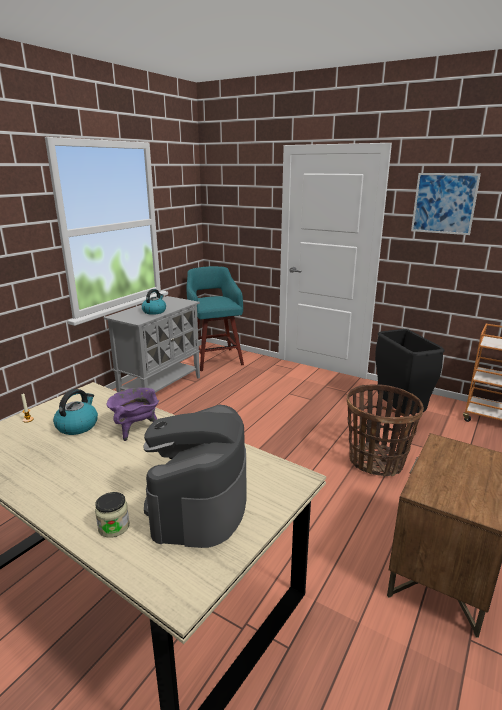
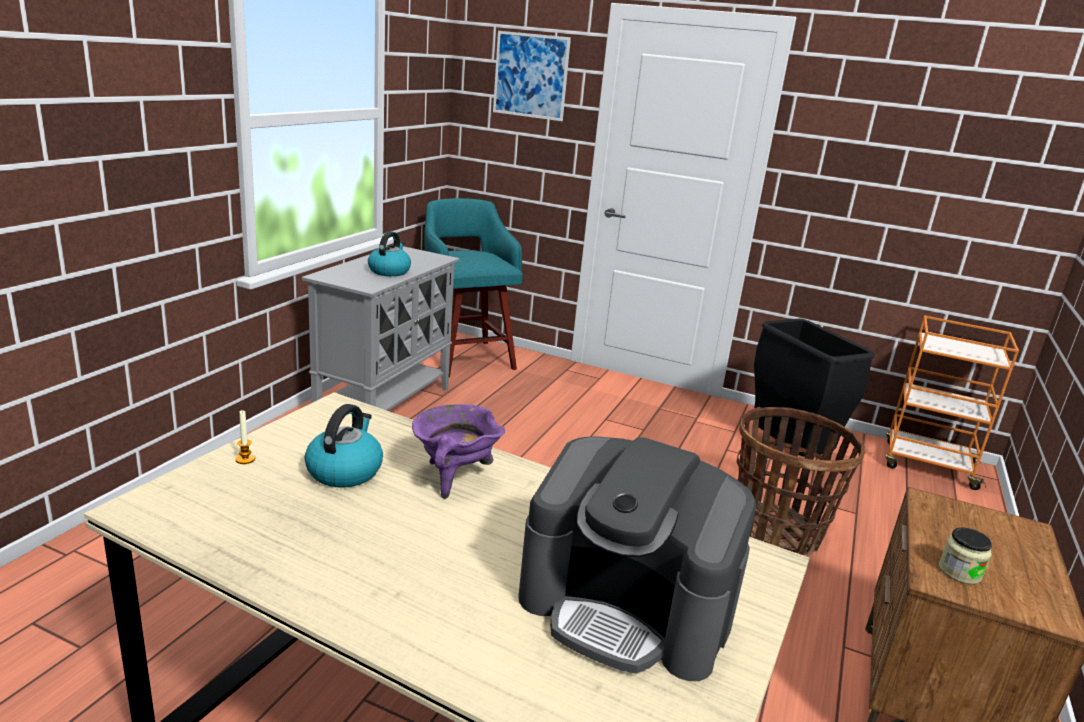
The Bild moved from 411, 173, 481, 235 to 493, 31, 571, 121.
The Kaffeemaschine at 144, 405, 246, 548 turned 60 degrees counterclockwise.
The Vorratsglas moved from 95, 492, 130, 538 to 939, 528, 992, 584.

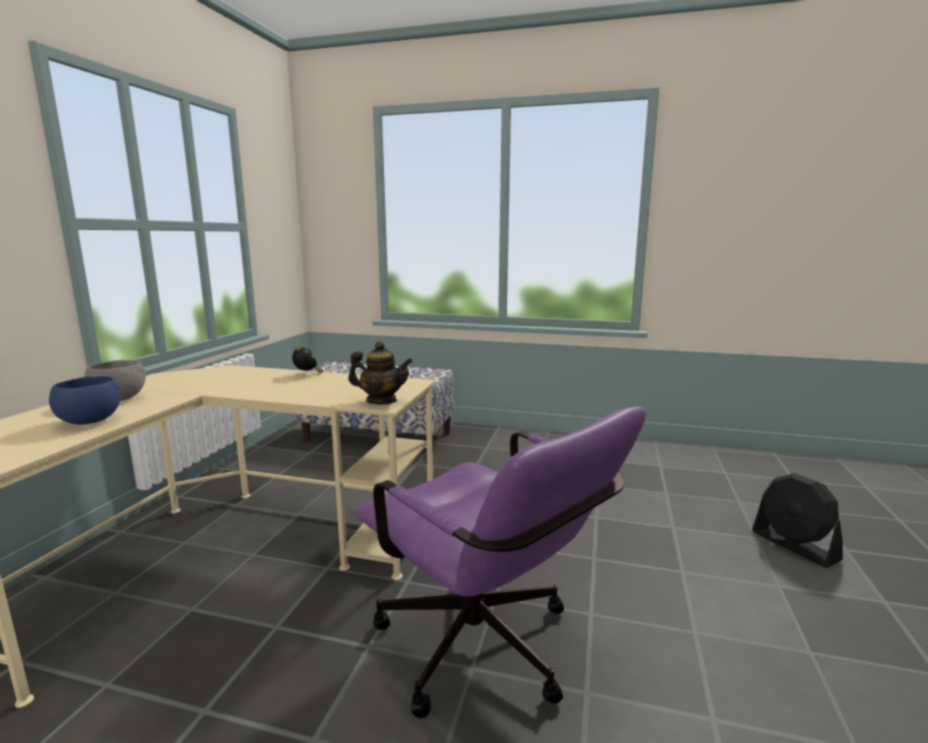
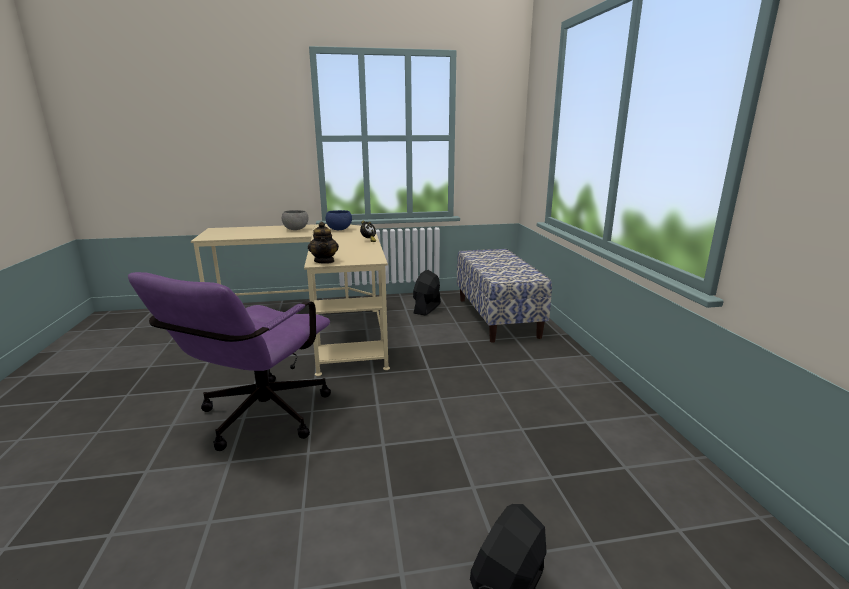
The Schüssel [blau] moved from 49, 376, 121, 425 to 326, 210, 352, 230.
The Ventilator [schwarz] at 413, 270, 441, 316 appeared.

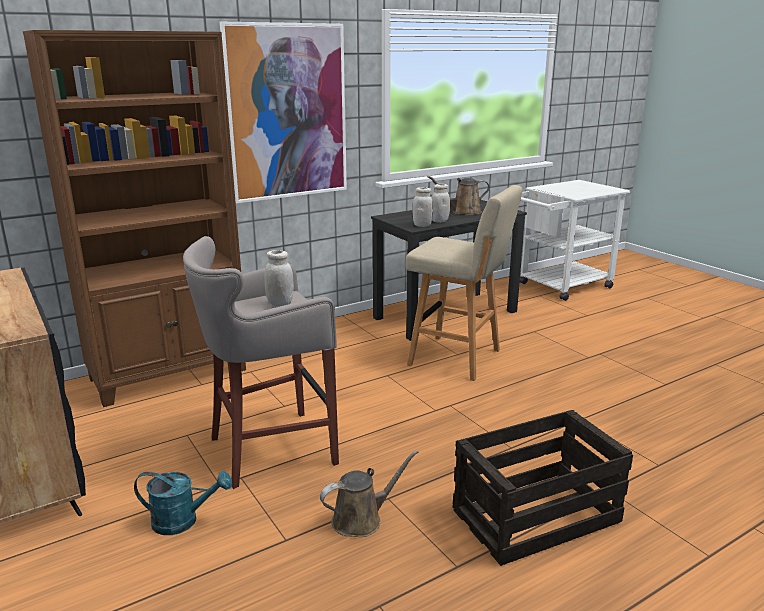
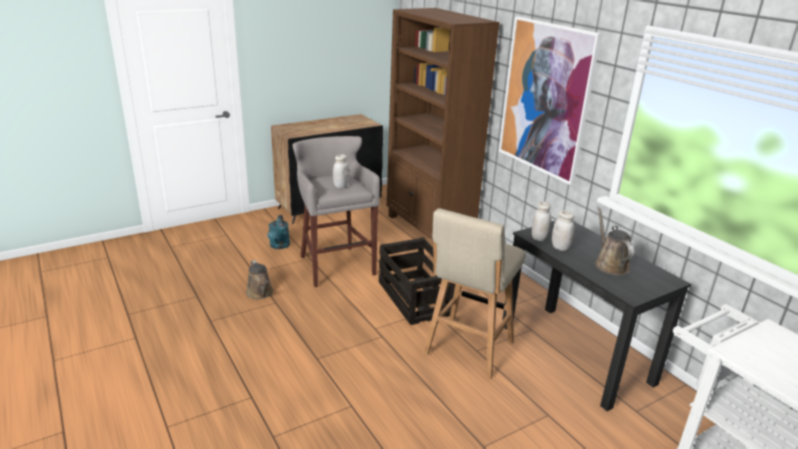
The Kiste moved from 453, 410, 633, 566 to 379, 237, 455, 325.

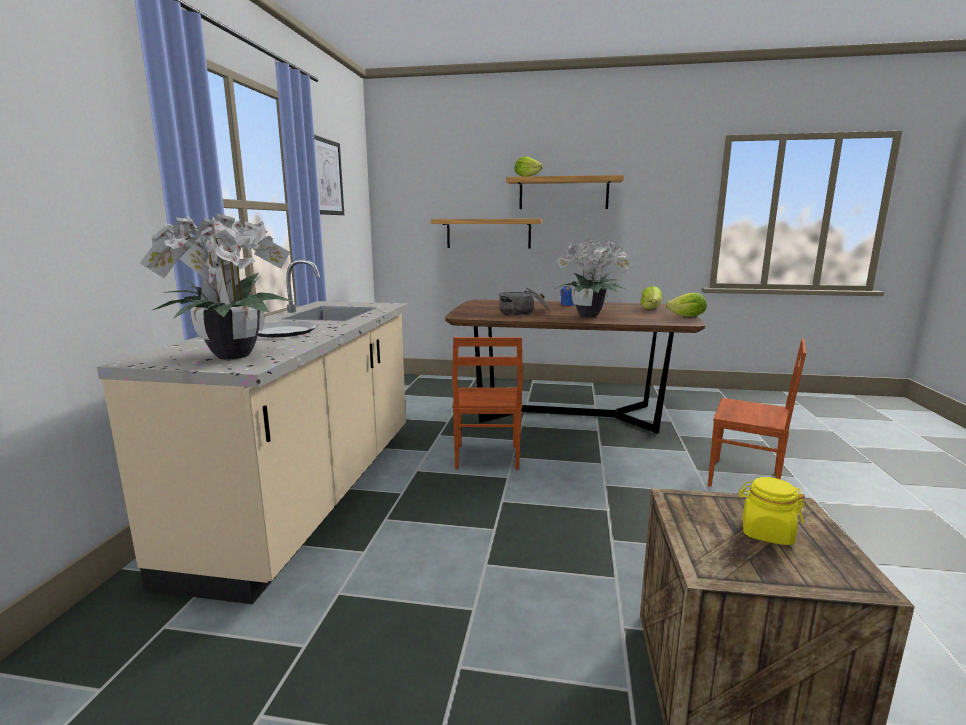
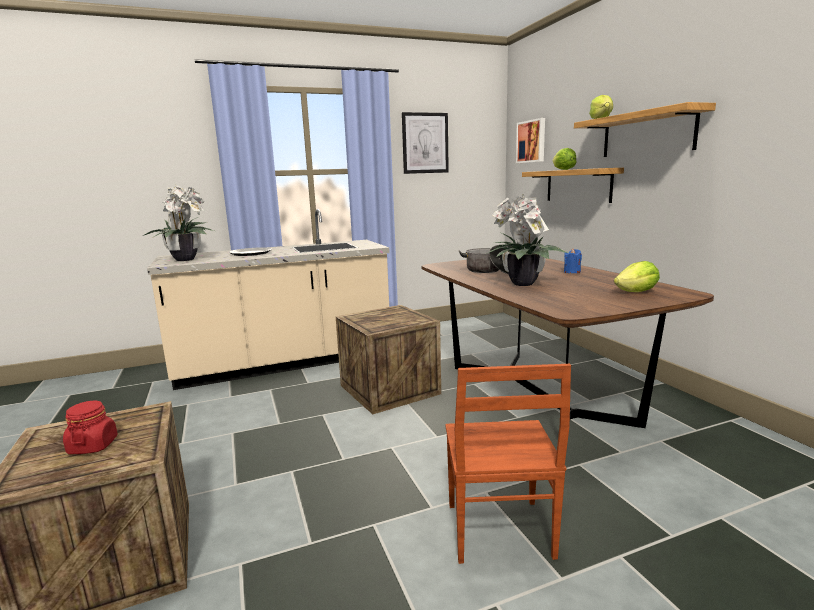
The Salatkopf moved from 666, 293, 707, 316 to 552, 148, 576, 170.
The Stuhl [braun] at 452, 337, 523, 470 was replaced by the Kiste at 336, 305, 441, 414.
The Vorratsglas [gelb] at 739, 477, 805, 545 became the Vorratsglas [rot] at 63, 401, 118, 454.
The Bild at 516, 118, 545, 163 appeared.

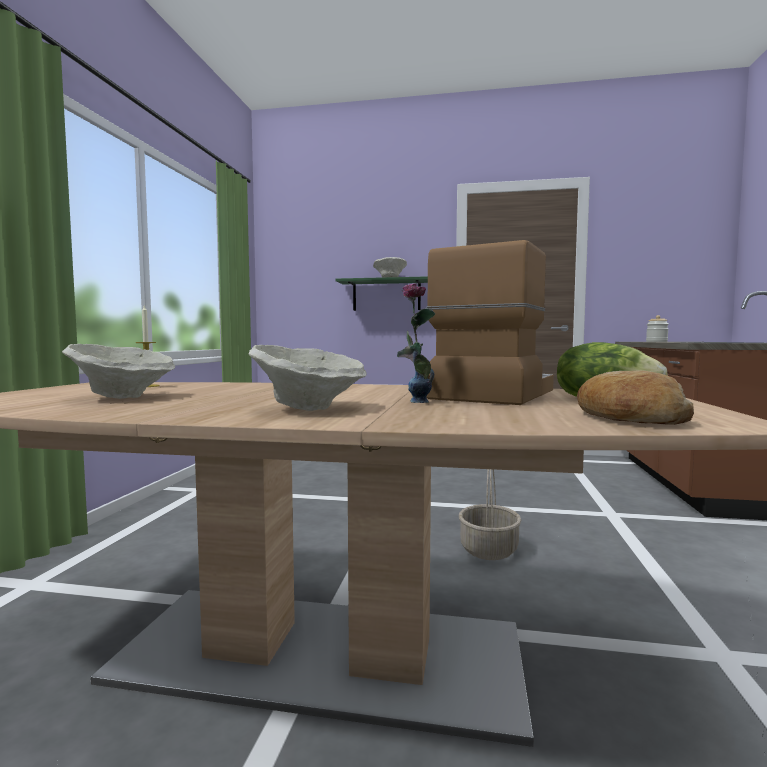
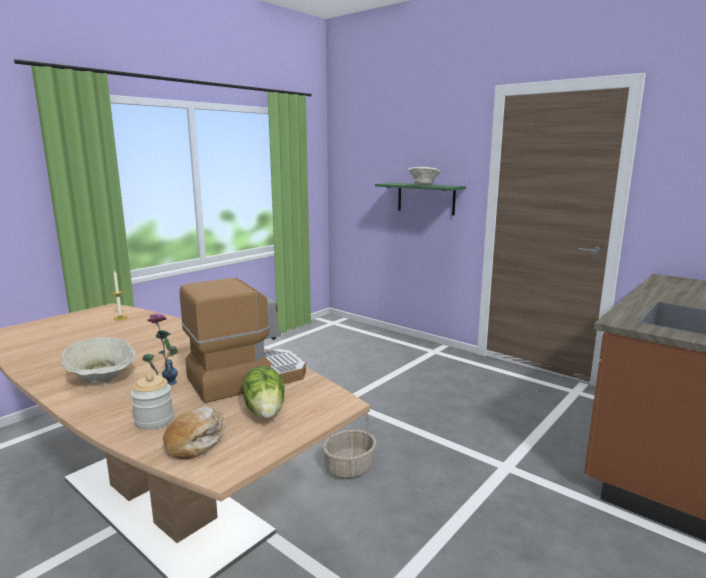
The Vorratsglas moved from 646, 315, 669, 342 to 130, 374, 174, 430.
The Schüssel [beige] at 62, 344, 175, 399 disappeared.

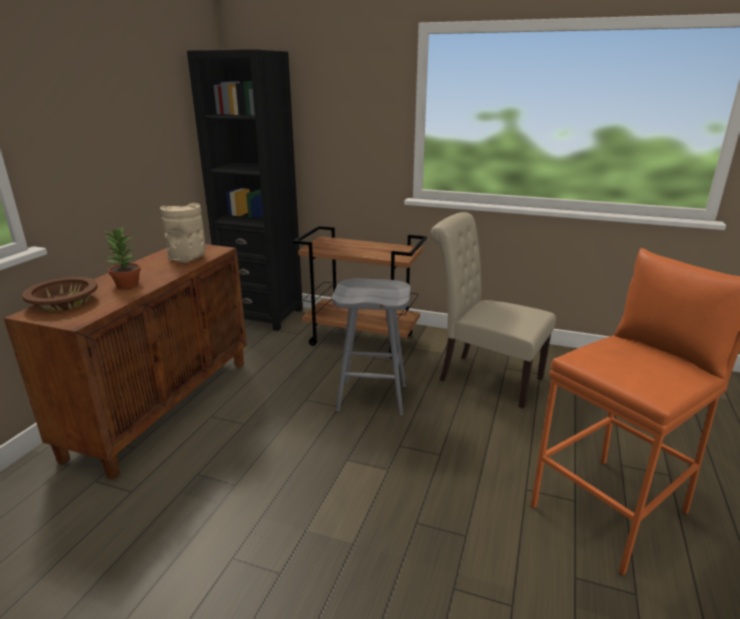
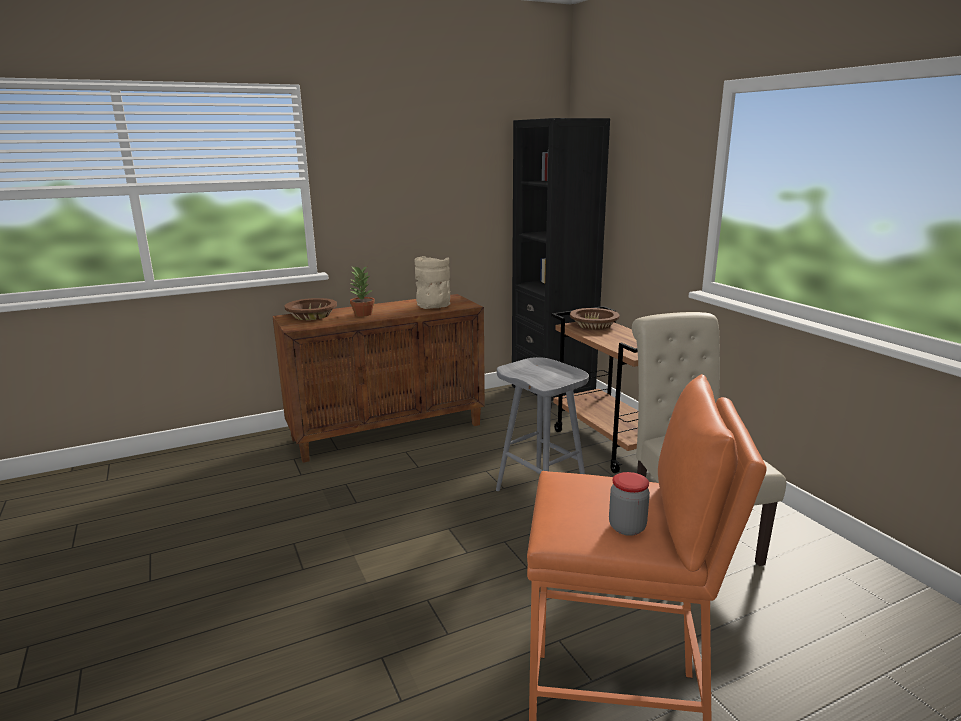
The Schüssel [braun] at 570, 308, 619, 330 appeared.
The Vorratsglas at 609, 472, 650, 536 appeared.

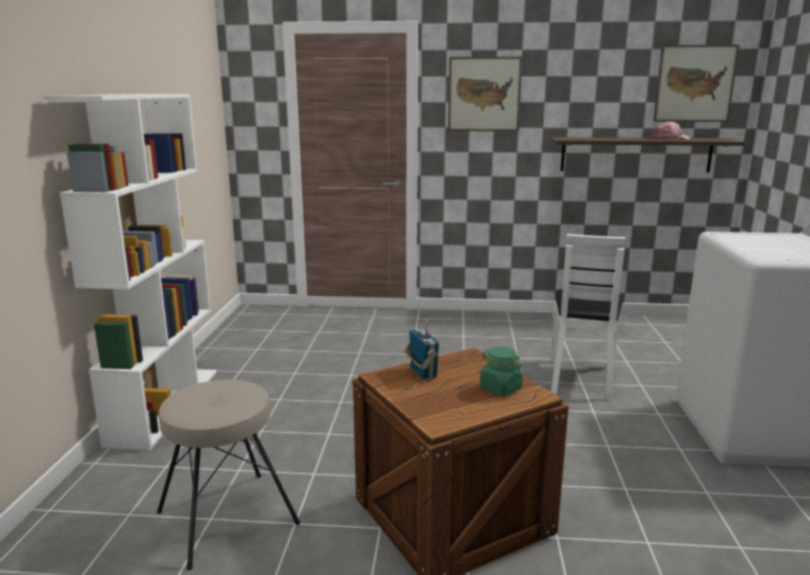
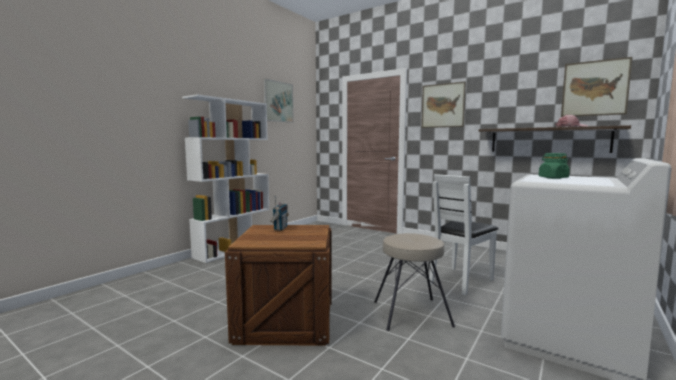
The Vorratsglas [grün] moved from 480, 347, 523, 396 to 539, 153, 570, 179.
The Hocker [beige] moved from 157, 380, 300, 570 to 374, 233, 455, 331.
The Bild at 263, 79, 294, 123 appeared.

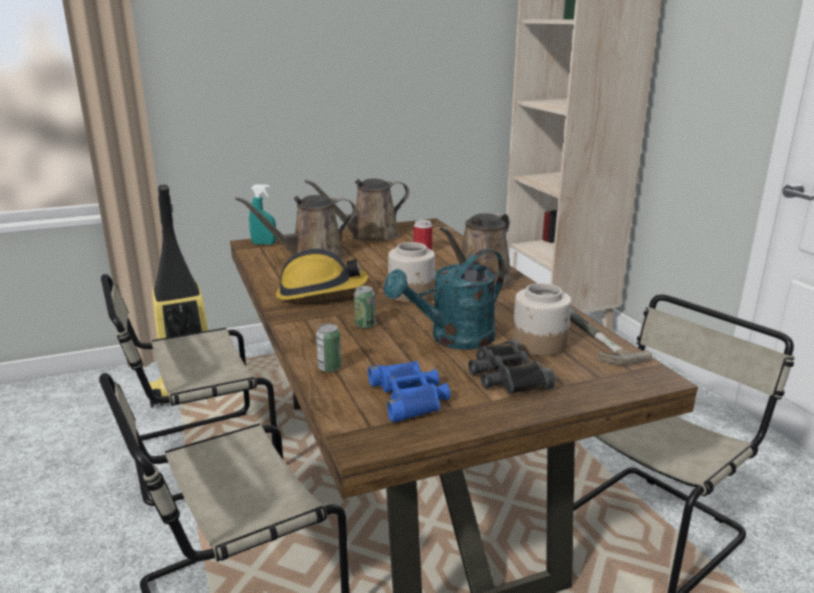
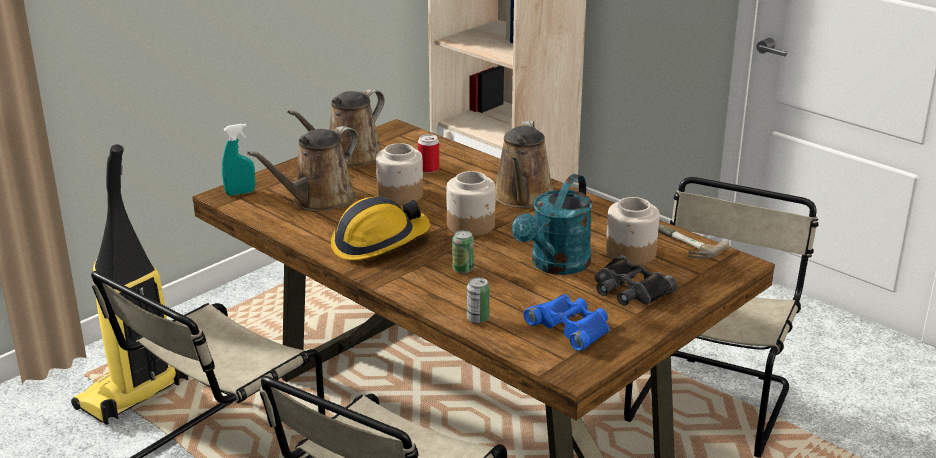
The Vorratsglas at 376, 143, 423, 205 appeared.

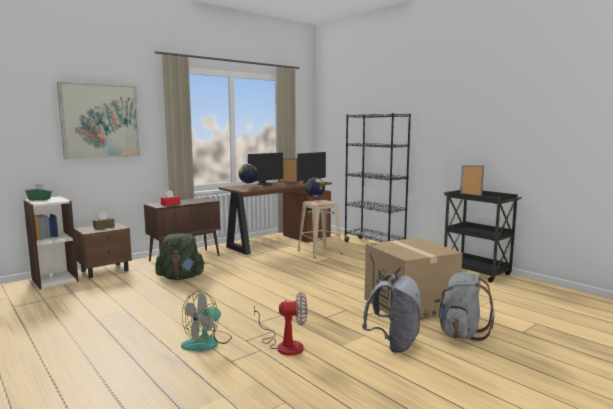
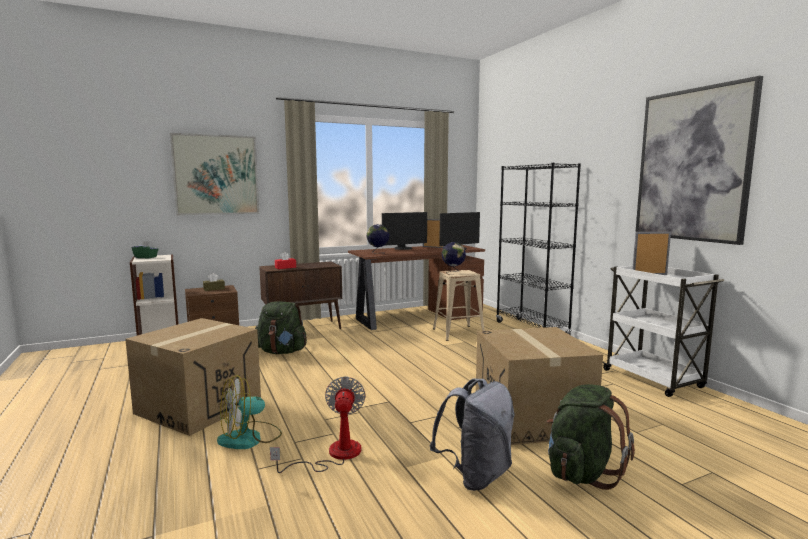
The Rollwagen [schwarz] at 443, 190, 522, 283 became the Rollwagen [weiß] at 603, 266, 724, 397.
The Rucksack [grau] at 435, 272, 495, 341 became the Rucksack [grün] at 547, 384, 635, 490.
The Ventilator at 254, 292, 307, 355 turned 105 degrees counterclockwise.
The Bild at 636, 76, 763, 245 appeared.
The Karton at 125, 318, 261, 436 appeared.

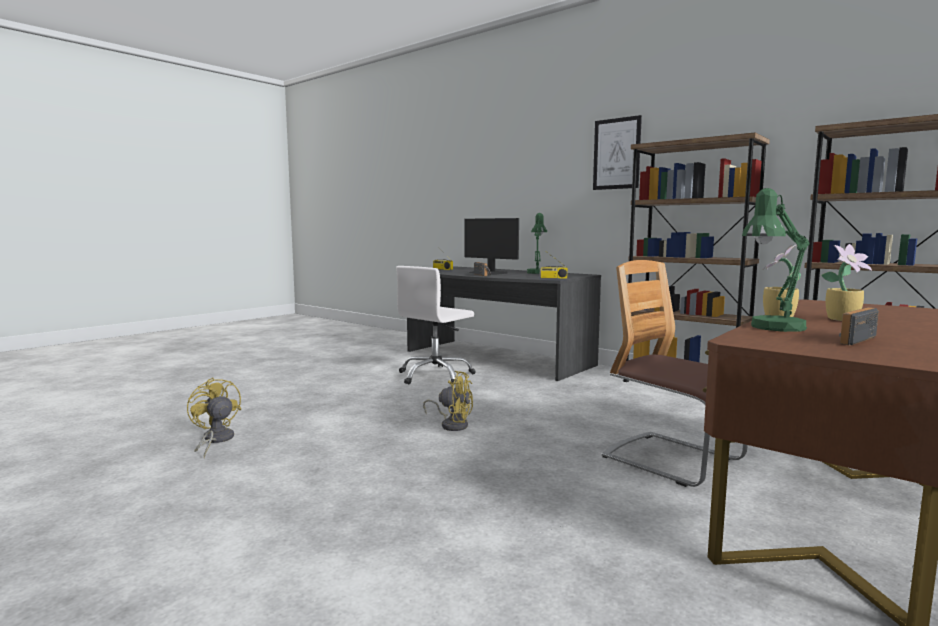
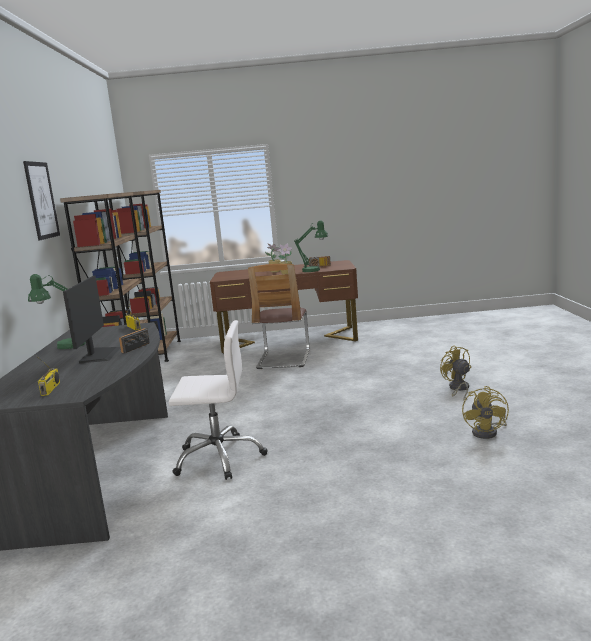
The Ventilator [gelb] moved from 423, 371, 473, 431 to 440, 346, 471, 400.

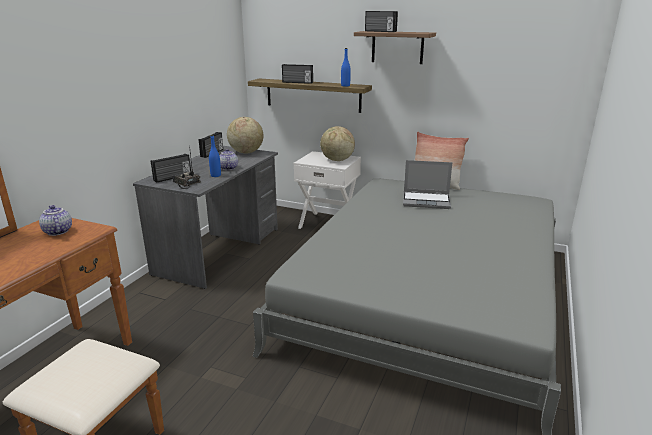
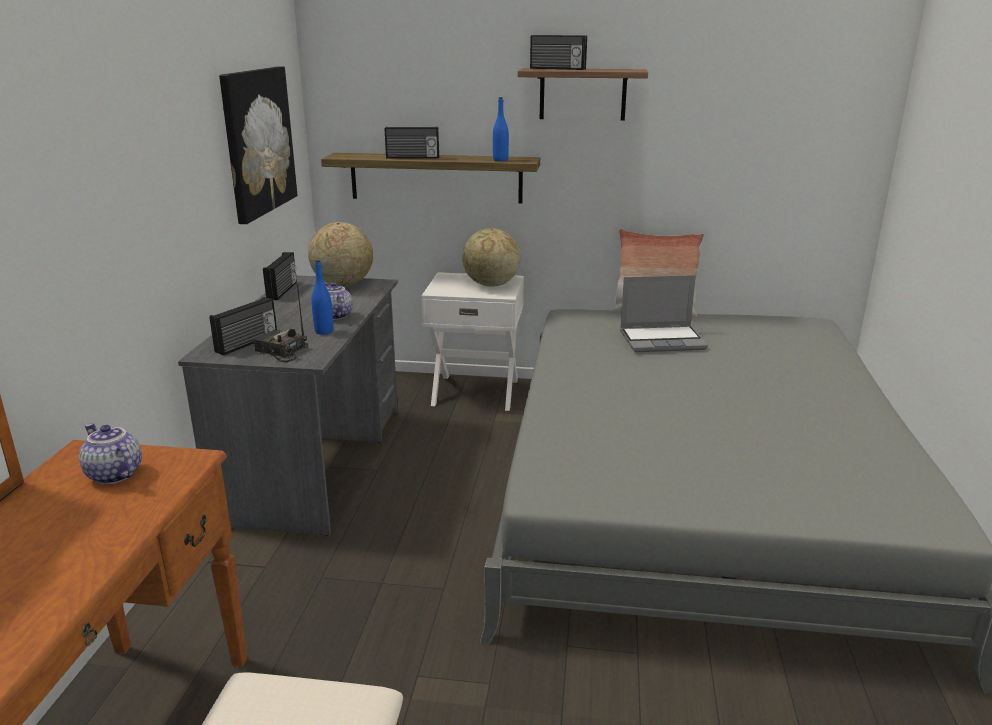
The Bild at 219, 67, 298, 224 appeared.

